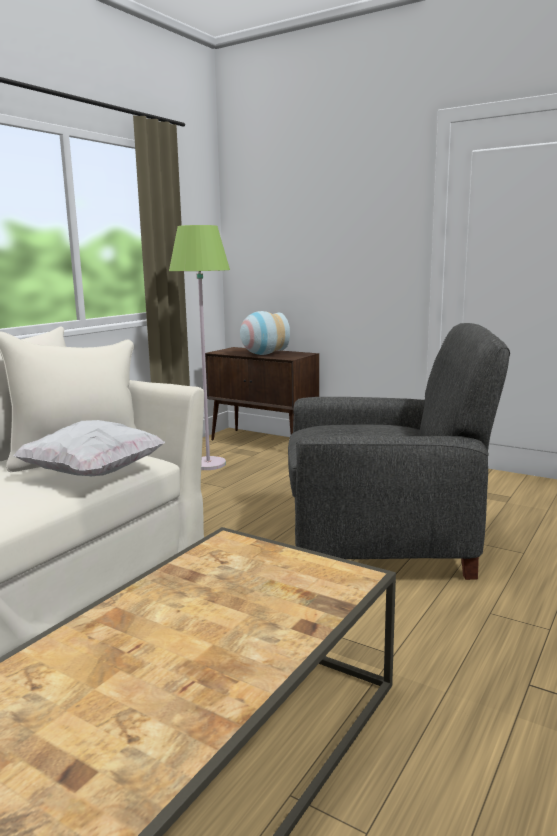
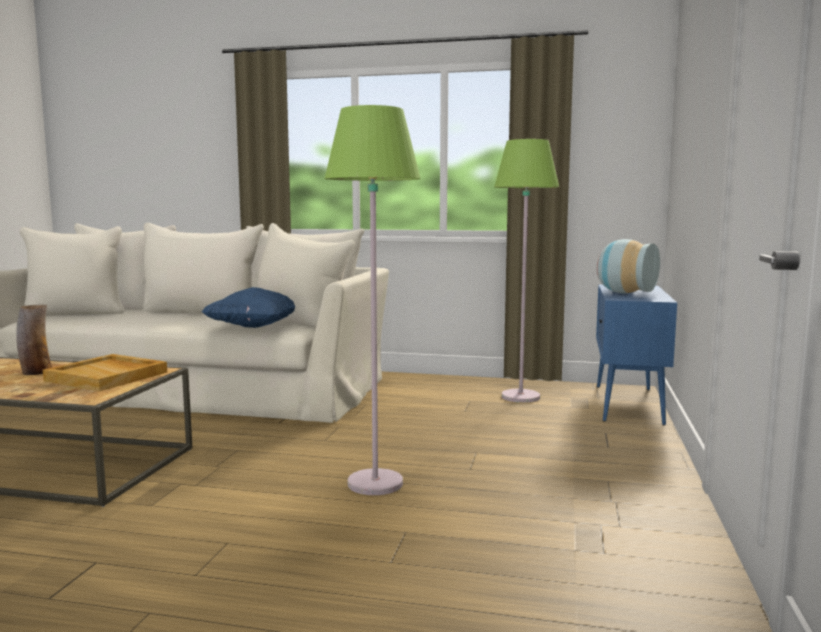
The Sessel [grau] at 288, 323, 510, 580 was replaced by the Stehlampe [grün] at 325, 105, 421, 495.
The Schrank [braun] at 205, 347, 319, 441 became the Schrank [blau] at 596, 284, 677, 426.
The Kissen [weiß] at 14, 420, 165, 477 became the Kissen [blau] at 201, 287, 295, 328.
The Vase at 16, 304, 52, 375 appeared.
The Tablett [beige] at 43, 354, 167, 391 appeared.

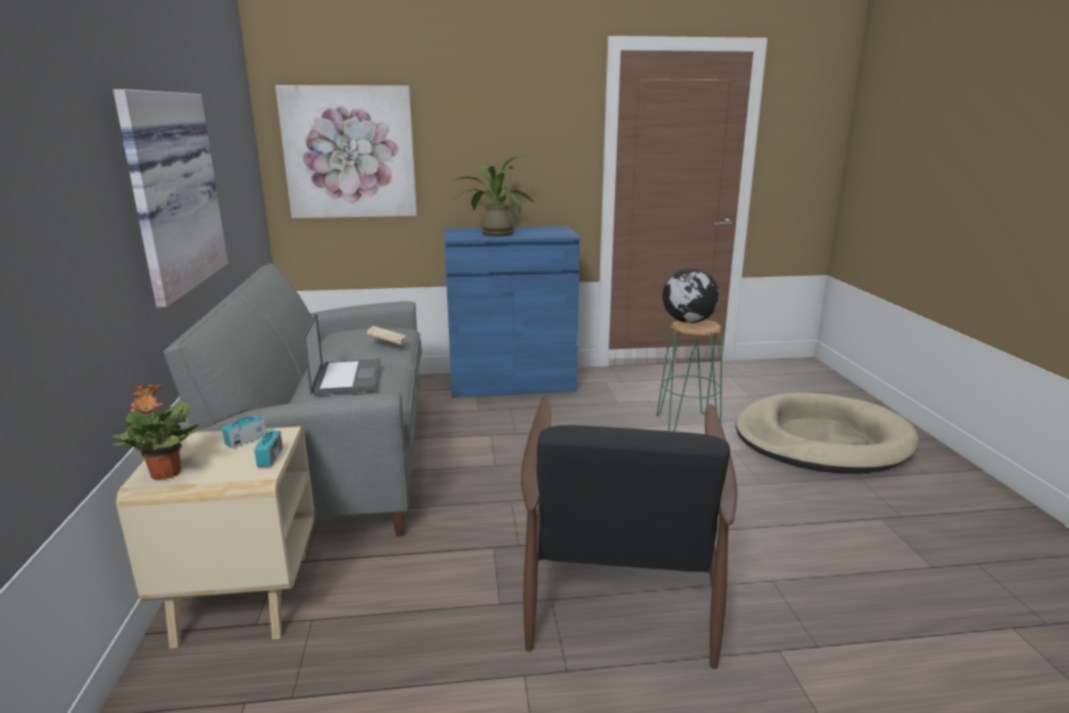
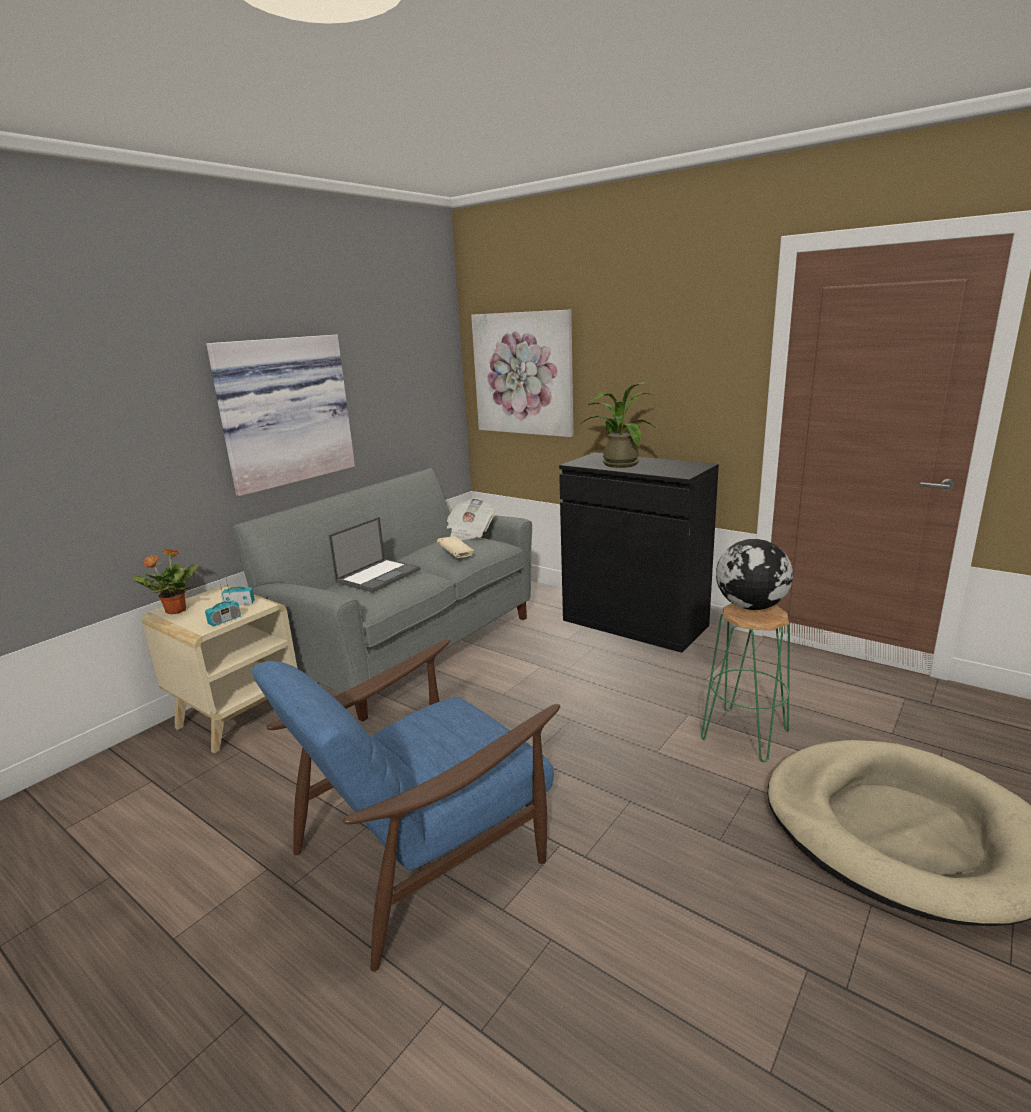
The Schrank [blau] at 445, 226, 580, 398 became the Schrank [schwarz] at 559, 452, 719, 653.
The Sessel [schwarz] at 521, 396, 737, 669 became the Sessel [blau] at 252, 638, 560, 972.
The Zeitung at 447, 498, 495, 541 appeared.

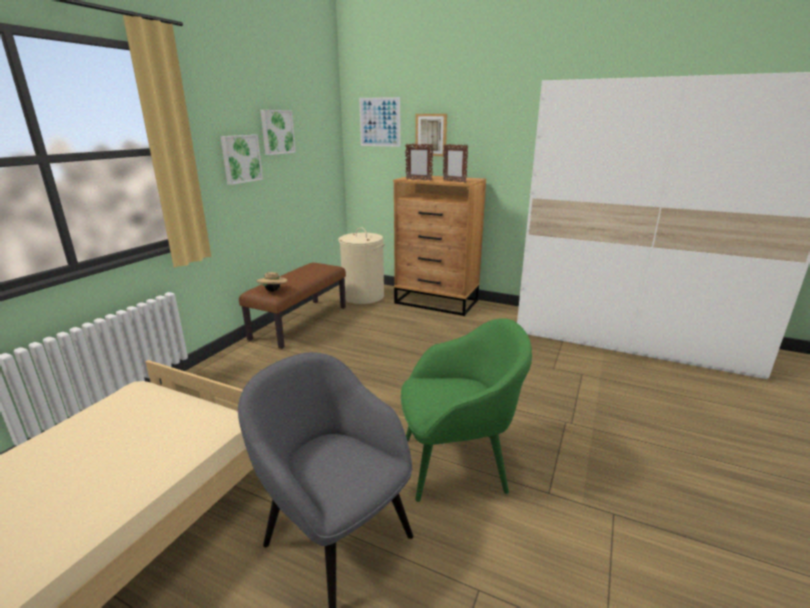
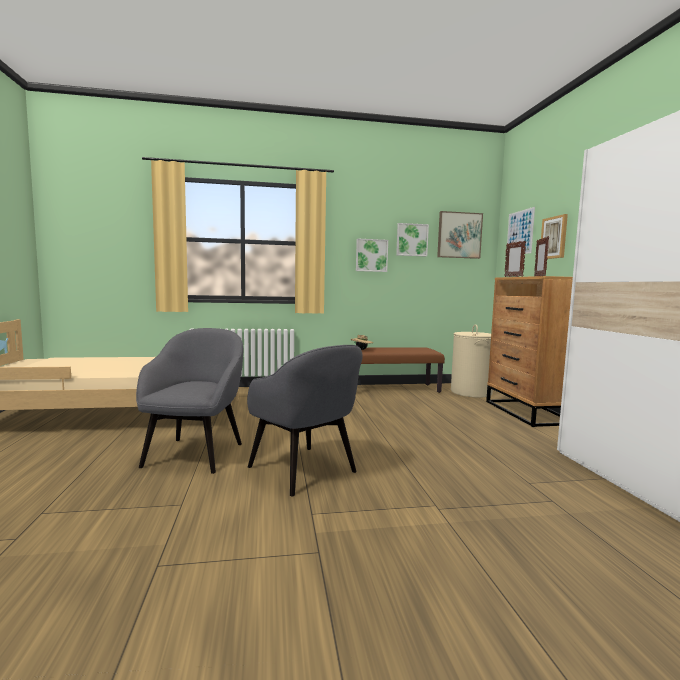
The Sessel [grün] at 401, 318, 532, 502 became the Sessel [grau] at 247, 345, 363, 496.
The Bild at 437, 211, 483, 259 appeared.

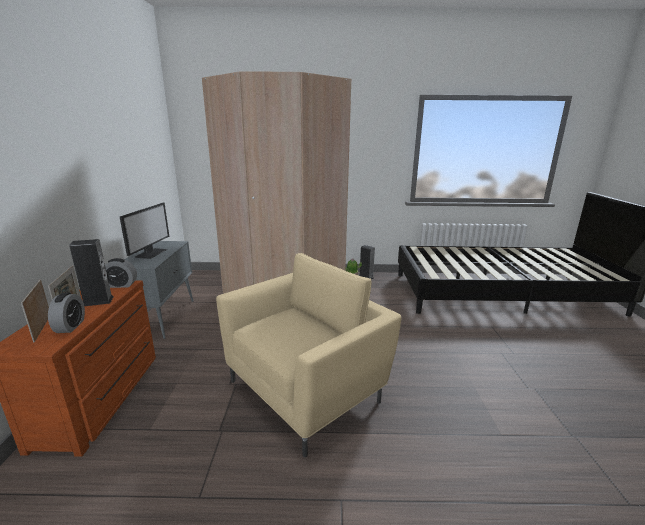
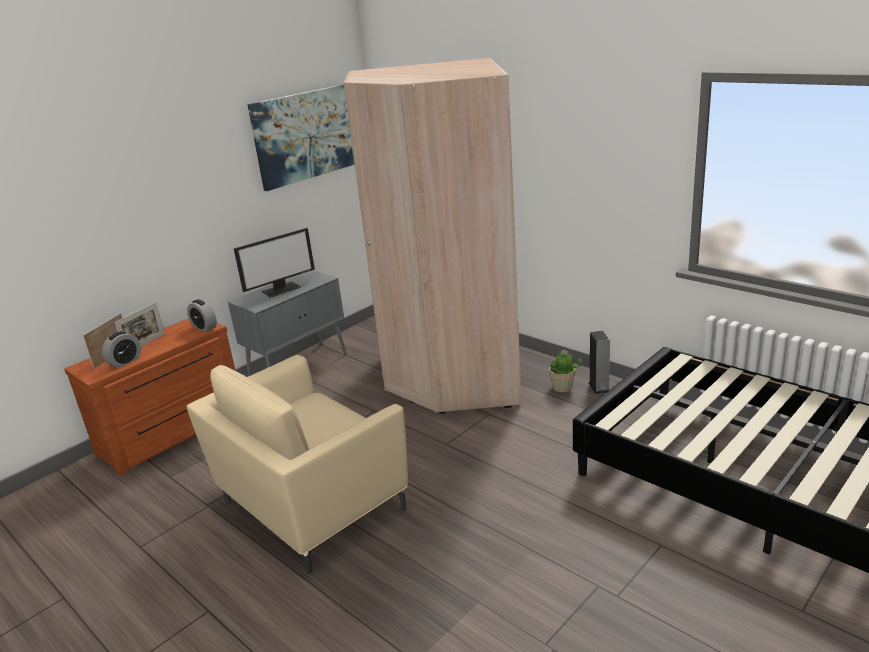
The Lautsprecher at 69, 239, 114, 306 disappeared.
The Sessel [beige] at 216, 253, 401, 457 turned 135 degrees clockwise.
The Bild at 247, 84, 355, 191 appeared.

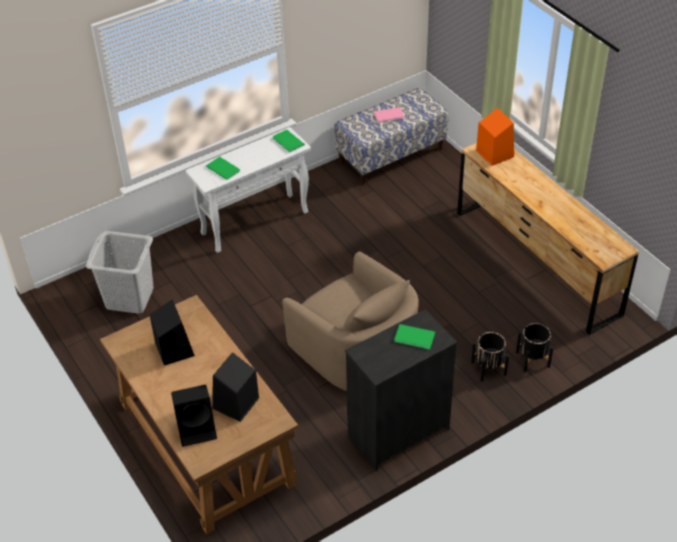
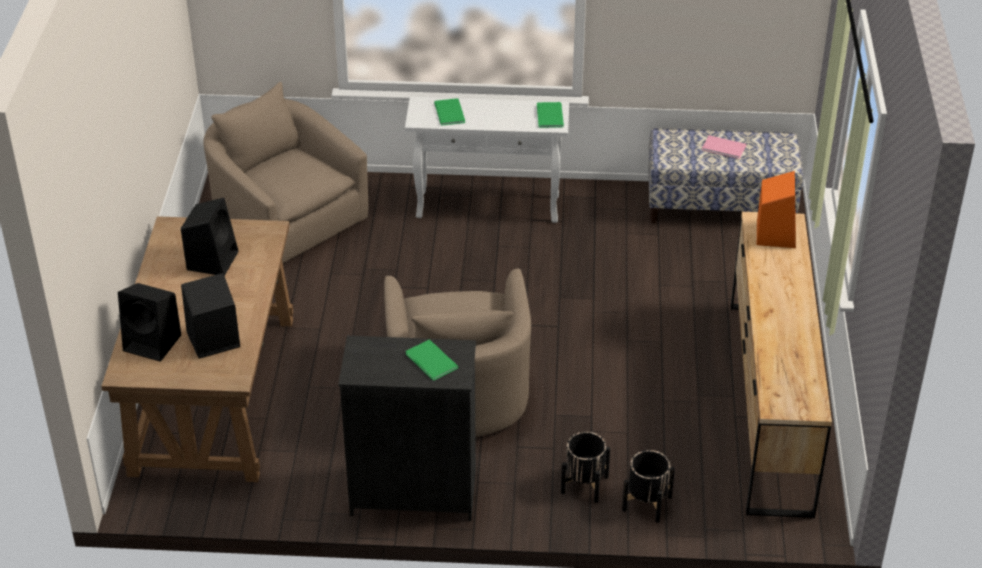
The Wäschekorb [grau] at 86, 231, 154, 314 was replaced by the Sessel [beige] at 203, 82, 368, 263.

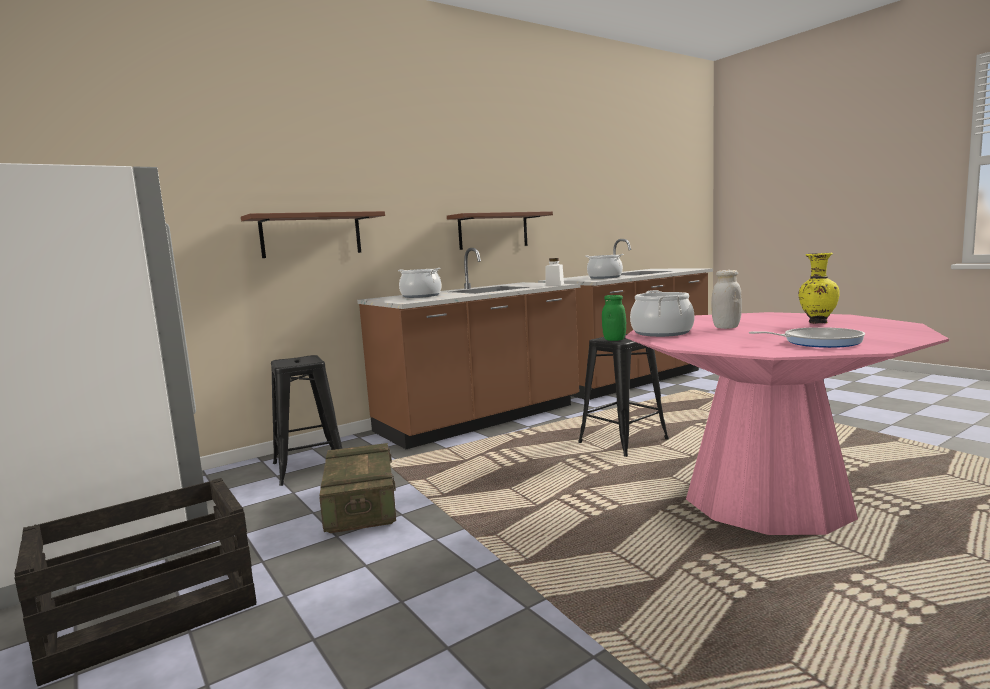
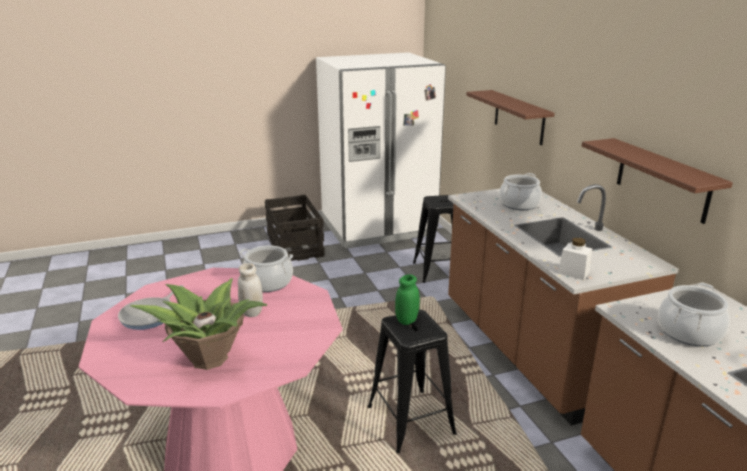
The Vase [gelb] at 798, 252, 840, 324 was replaced by the Topfpflanze at 131, 278, 268, 370.
The Kiste at 320, 443, 396, 533 disappeared.

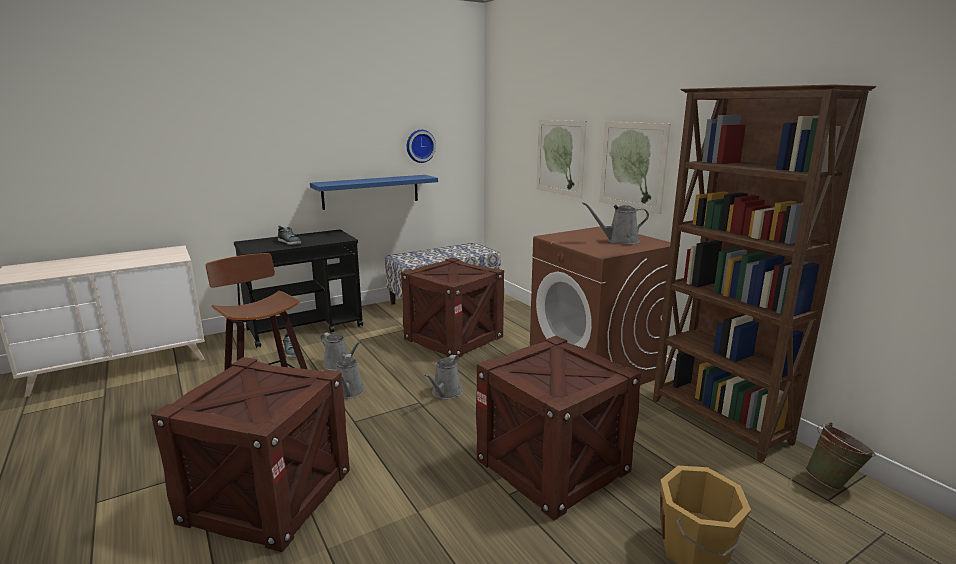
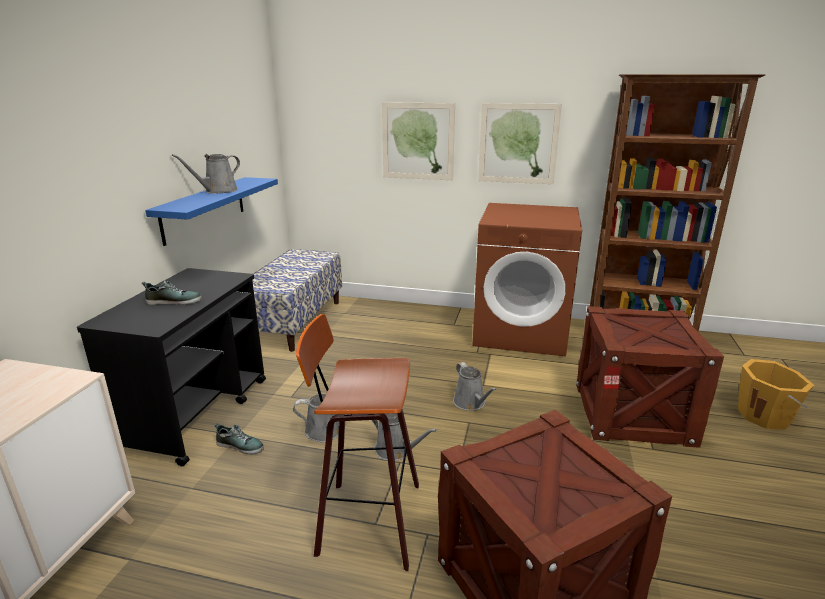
The Wanduhr at 407, 130, 436, 163 disappeared.
The Gießkanne [grau] moved from 582, 202, 649, 244 to 172, 154, 240, 194.
The Kiste at 401, 257, 504, 358 disappeared.
The Eimer [grün] at 805, 422, 876, 491 disappeared.

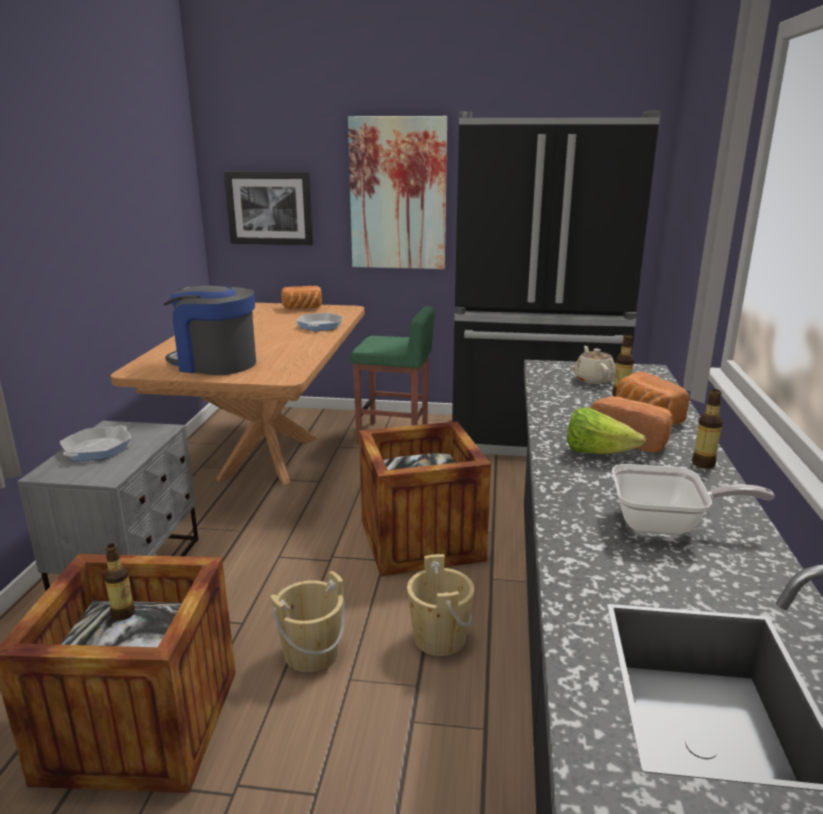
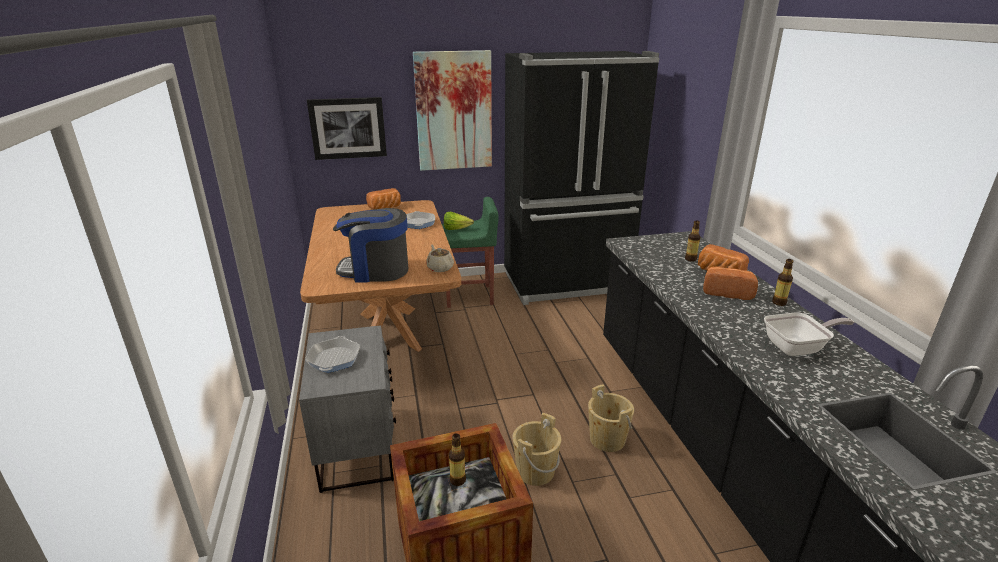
The Teekanne [beige] moved from 574, 346, 616, 384 to 426, 245, 454, 272.
The Salatkopf moved from 567, 407, 646, 454 to 444, 212, 474, 230.
The Kiste at 359, 421, 491, 576 disappeared.

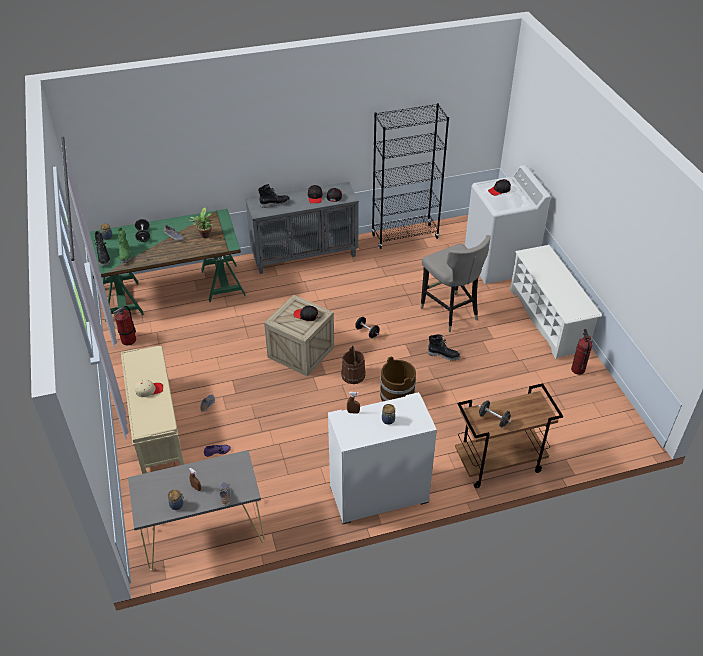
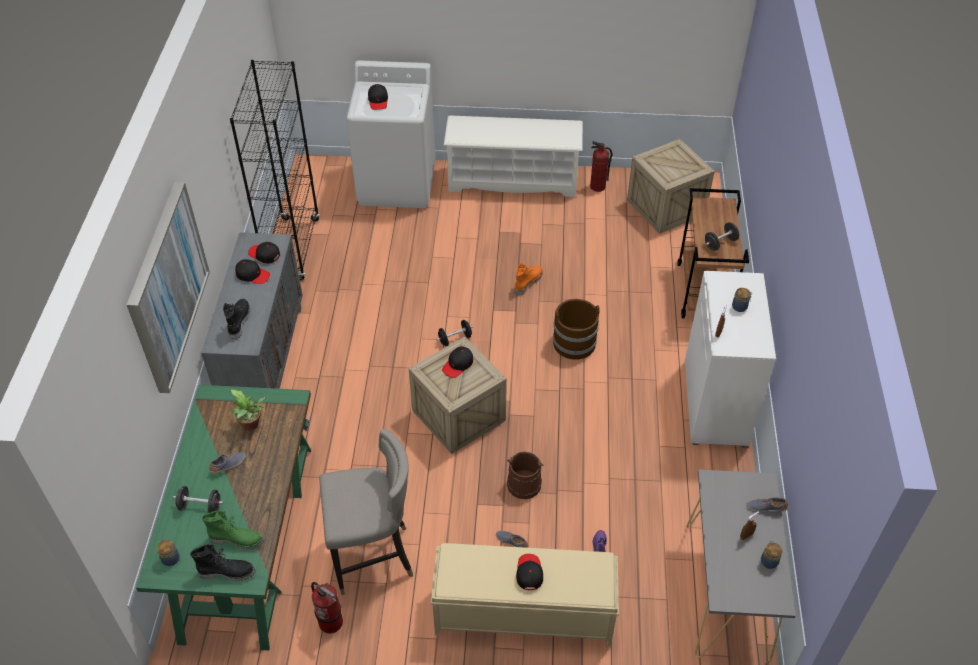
The Hocker [grau] moved from 420, 235, 491, 332 to 319, 429, 413, 595.
The Stiefel [schwarz] at 428, 334, 460, 361 became the Stiefel [orange] at 515, 262, 543, 295.
The Eimer [braun] moved from 341, 346, 366, 384 to 507, 452, 544, 499.
The Kappe [beige] at 135, 380, 163, 397 became the Kappe [schwarz] at 516, 554, 543, 590.
The Kiste at 627, 139, 715, 234 appeared.
The Bild at 127, 182, 210, 393 appeared.

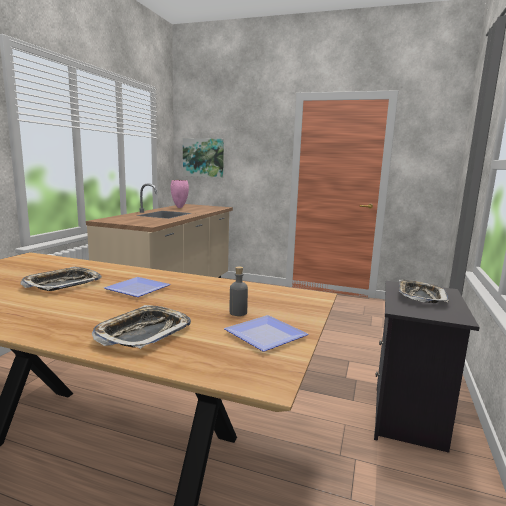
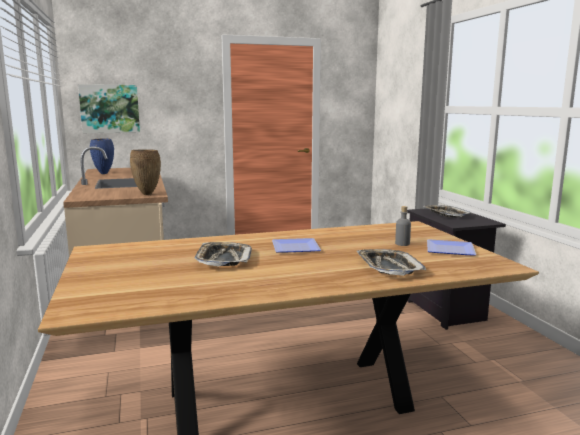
The Vase [rosa] at 171, 180, 189, 208 became the Vase [blau] at 90, 139, 114, 174.
The Vase [braun] at 130, 149, 161, 195 appeared.

